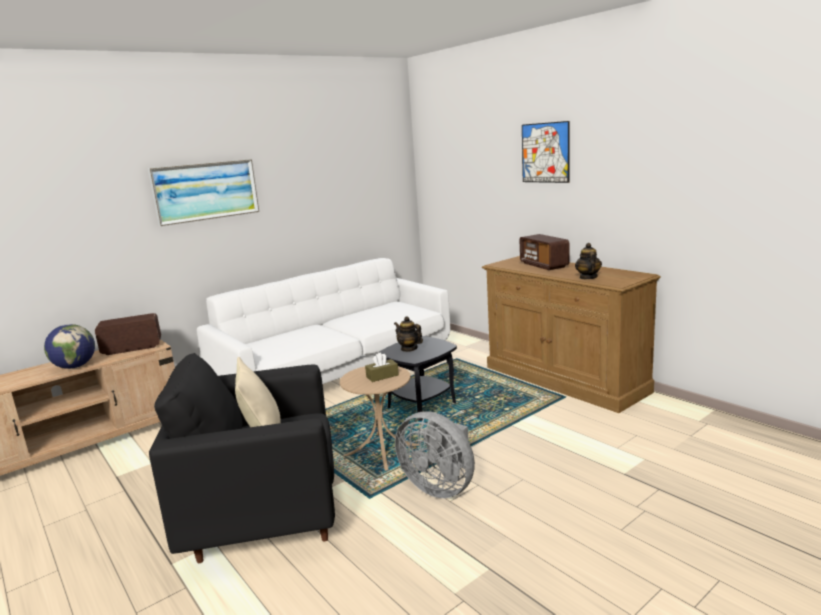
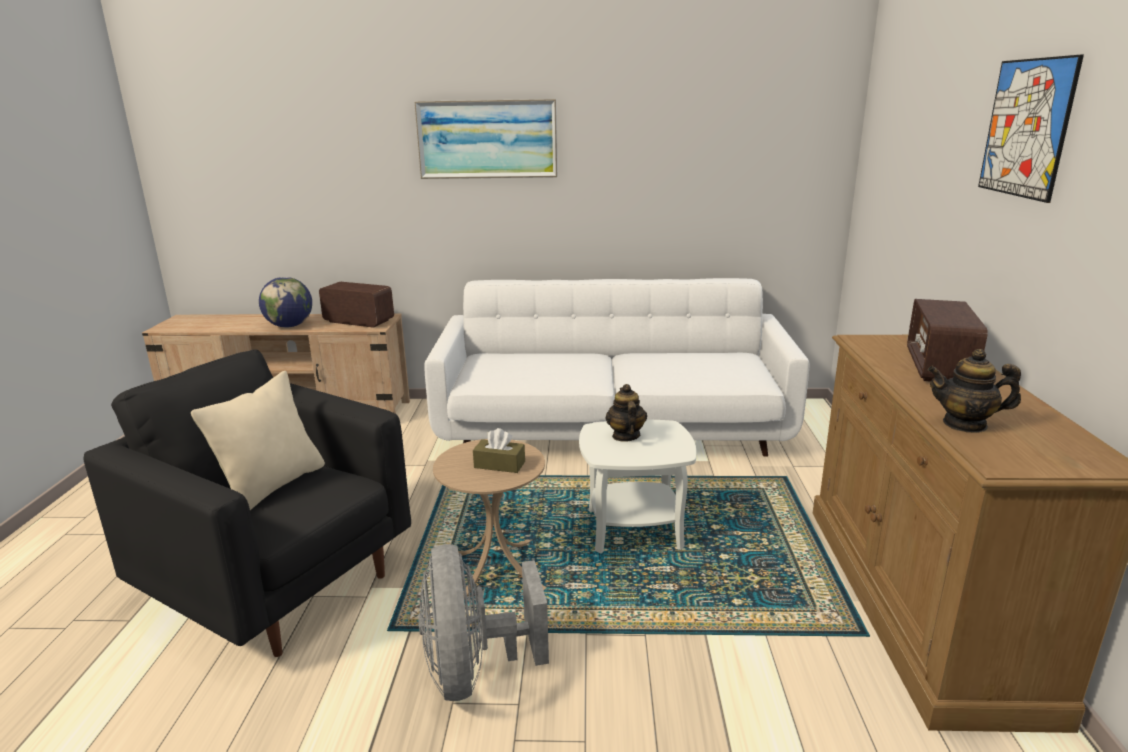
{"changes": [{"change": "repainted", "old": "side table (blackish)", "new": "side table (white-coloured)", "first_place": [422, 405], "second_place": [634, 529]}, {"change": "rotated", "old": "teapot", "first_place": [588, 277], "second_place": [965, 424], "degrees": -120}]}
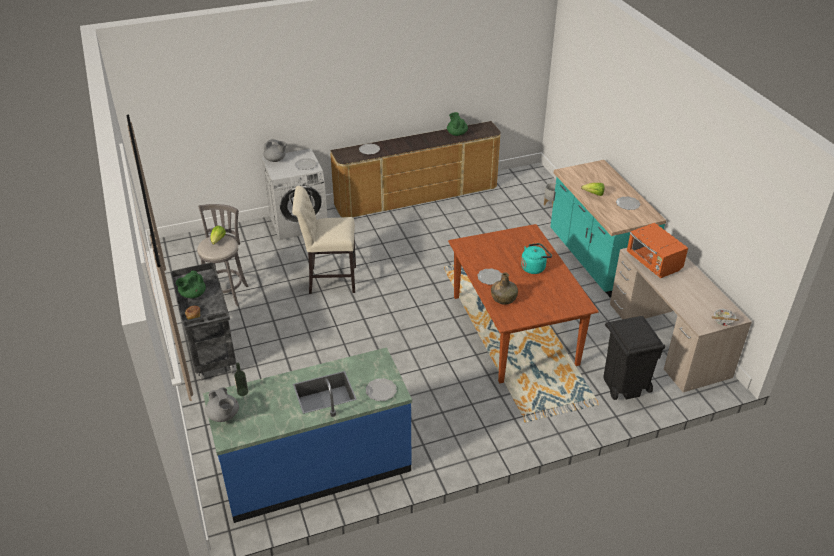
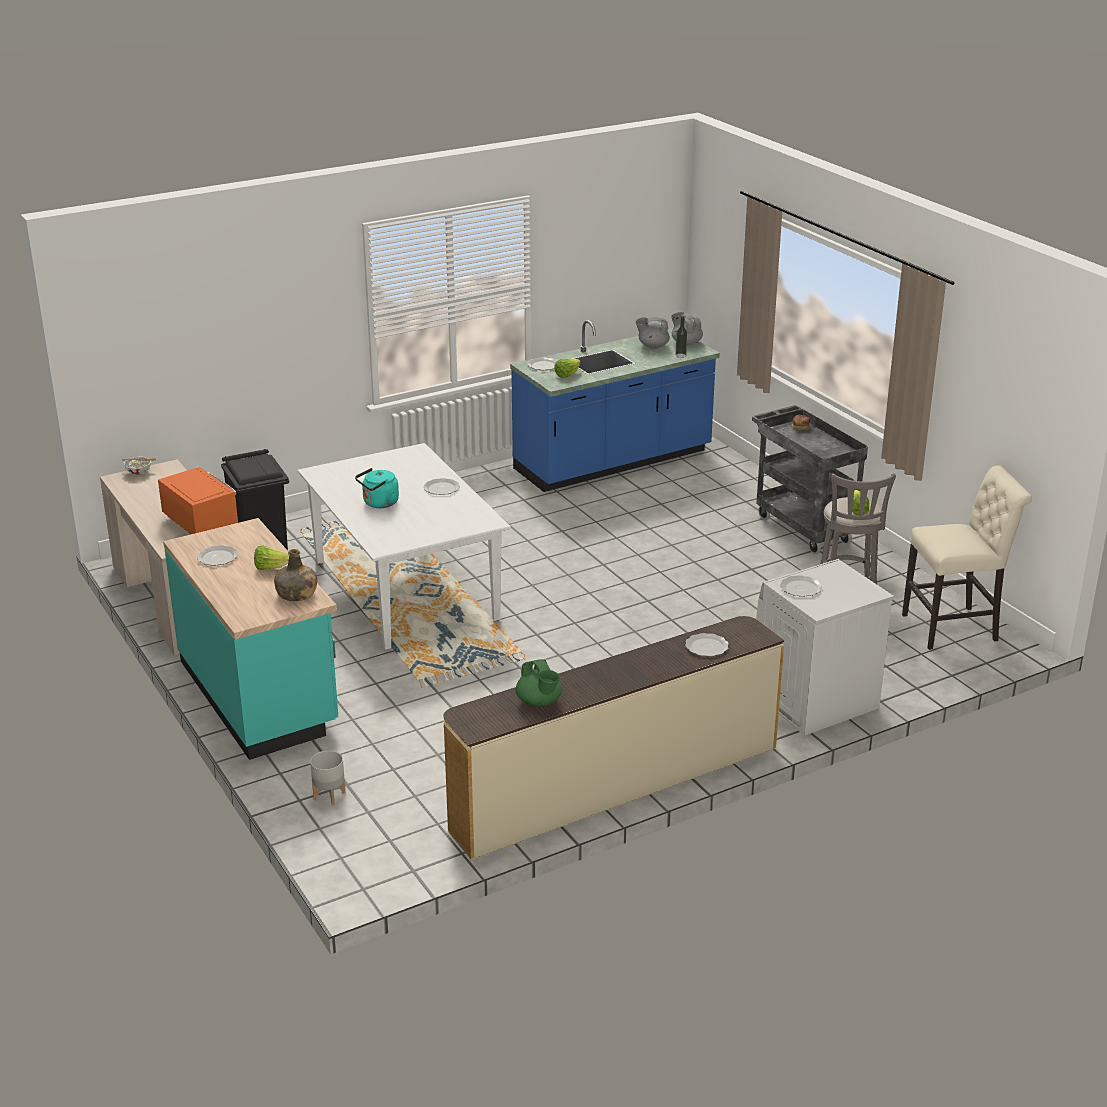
{"changes": [{"change": "gone", "old": "teapot (greenish)", "first_place": [192, 295]}, {"change": "shifted", "old": "teapot (greyish)", "first_place": [275, 160], "second_place": [652, 346]}, {"change": "shifted", "old": "stool seat (sand-coloured)", "first_place": [329, 280], "second_place": [955, 628]}, {"change": "repainted", "old": "dinner table (brownish)", "new": "dinner table (white-coloured)", "first_place": [514, 329], "second_place": [404, 589]}, {"change": "shifted", "old": "bottle (greenish)", "first_place": [503, 298], "second_place": [296, 594]}, {"change": "new", "new": "lettuce", "second_place": [567, 375]}]}
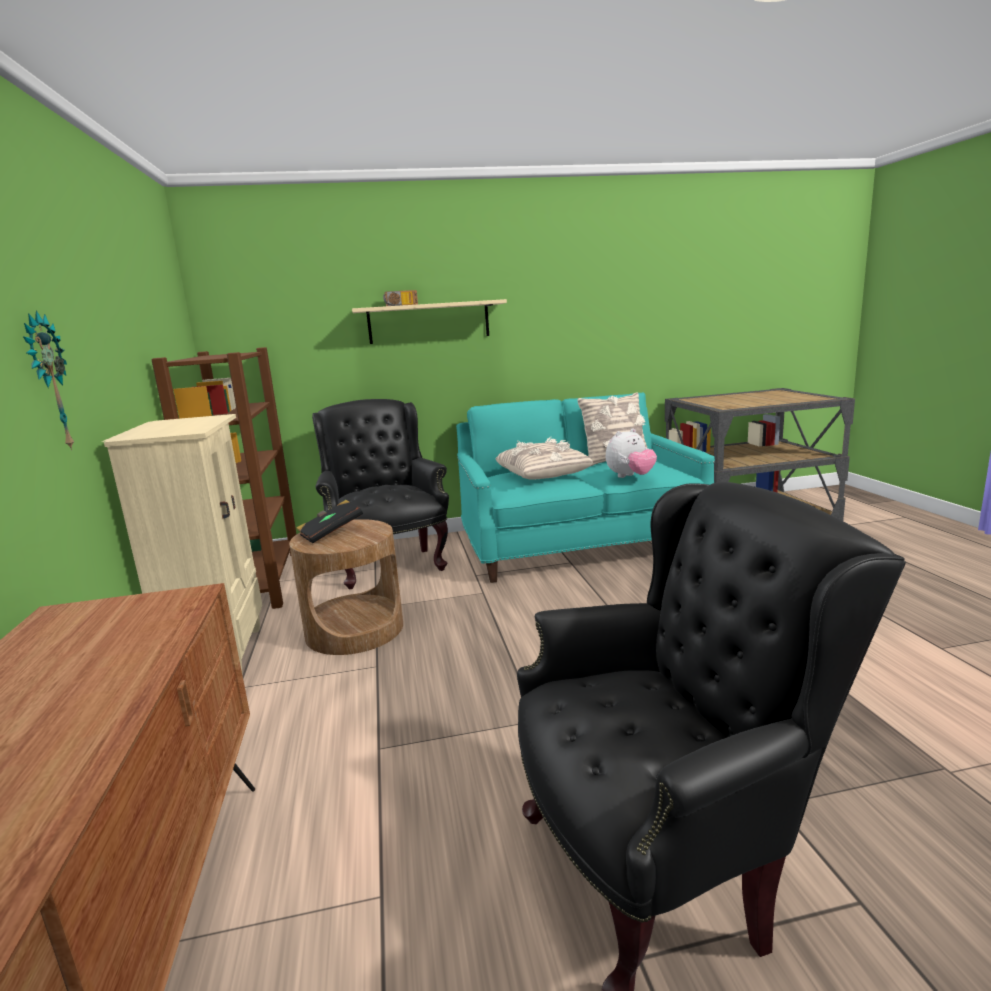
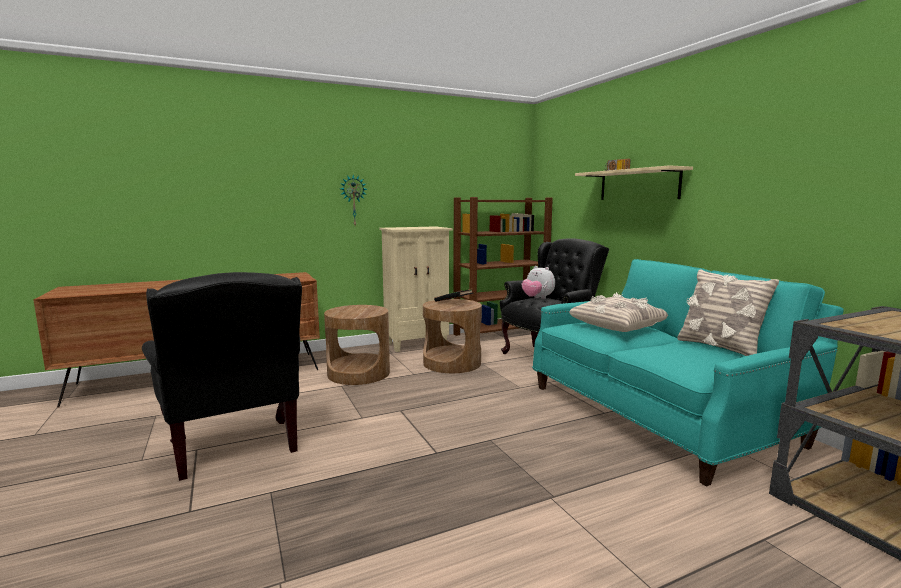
{"changes": [{"change": "shifted", "old": "plush toy", "first_place": [630, 477], "second_place": [537, 298]}, {"change": "new", "new": "side table (brownish)", "second_place": [359, 373]}]}
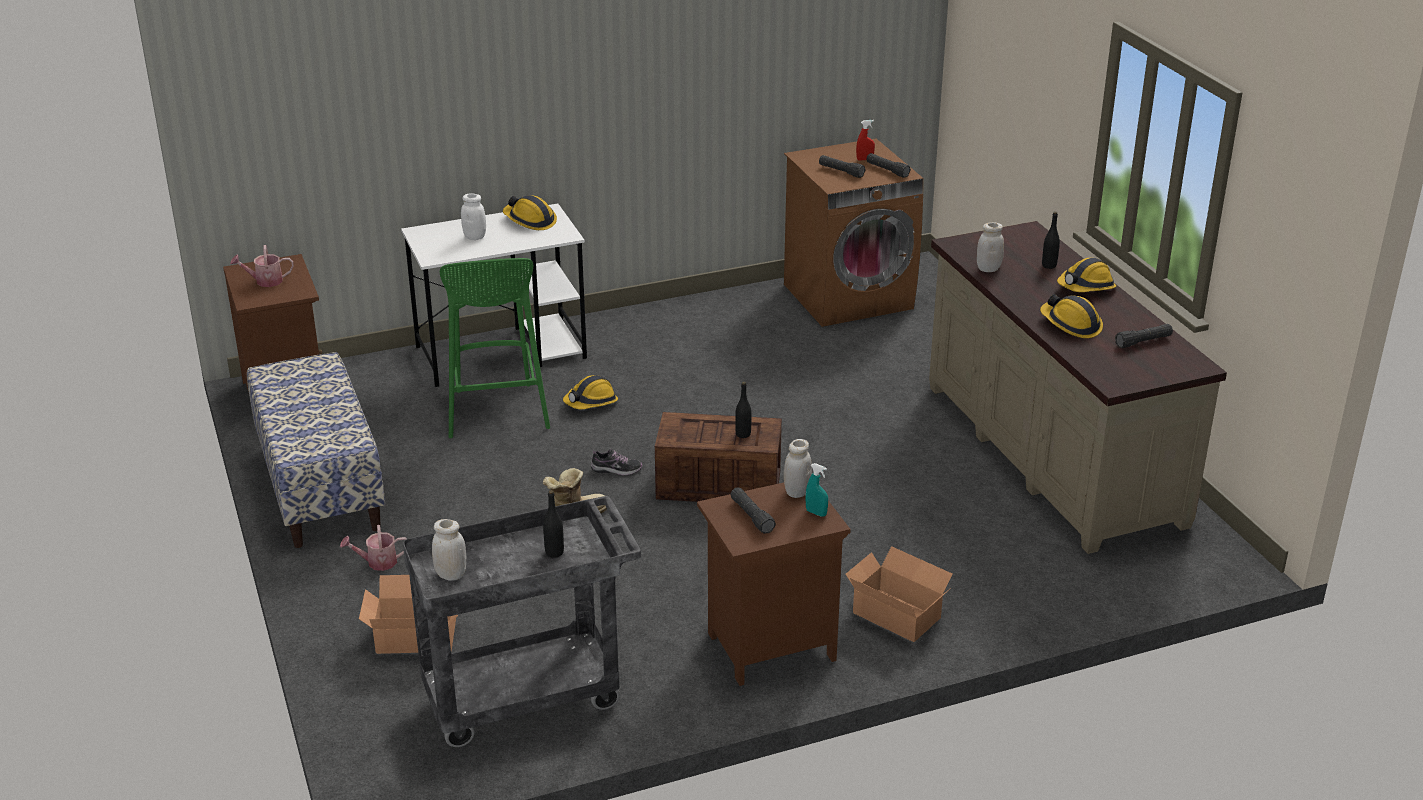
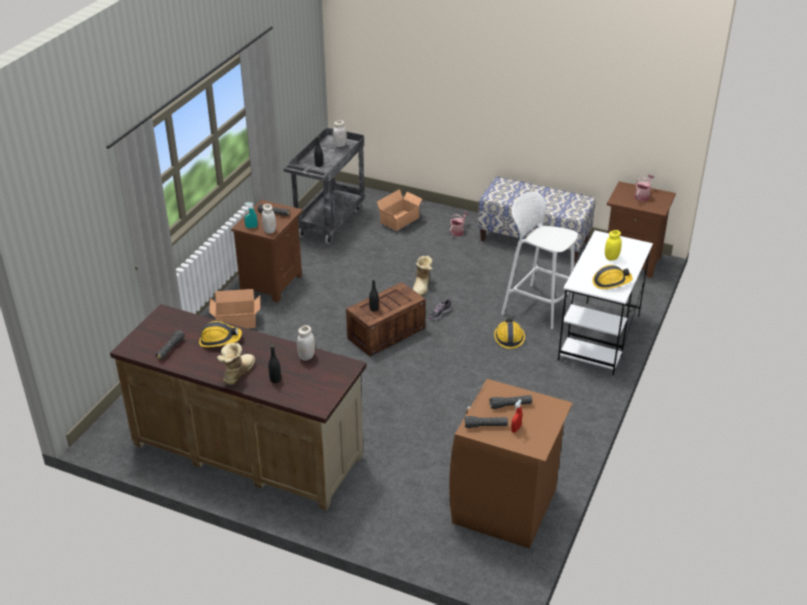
{"changes": [{"change": "repainted", "old": "stool seat (greenish)", "new": "stool seat (white-coloured)", "first_place": [496, 412], "second_place": [537, 307]}, {"change": "repainted", "old": "preserve jar (white-coloured)", "new": "preserve jar (yellow)", "first_place": [474, 237], "second_place": [611, 257]}, {"change": "swapped", "old": "safety helmet", "new": "boot", "first_place": [1086, 287], "second_place": [237, 373]}]}
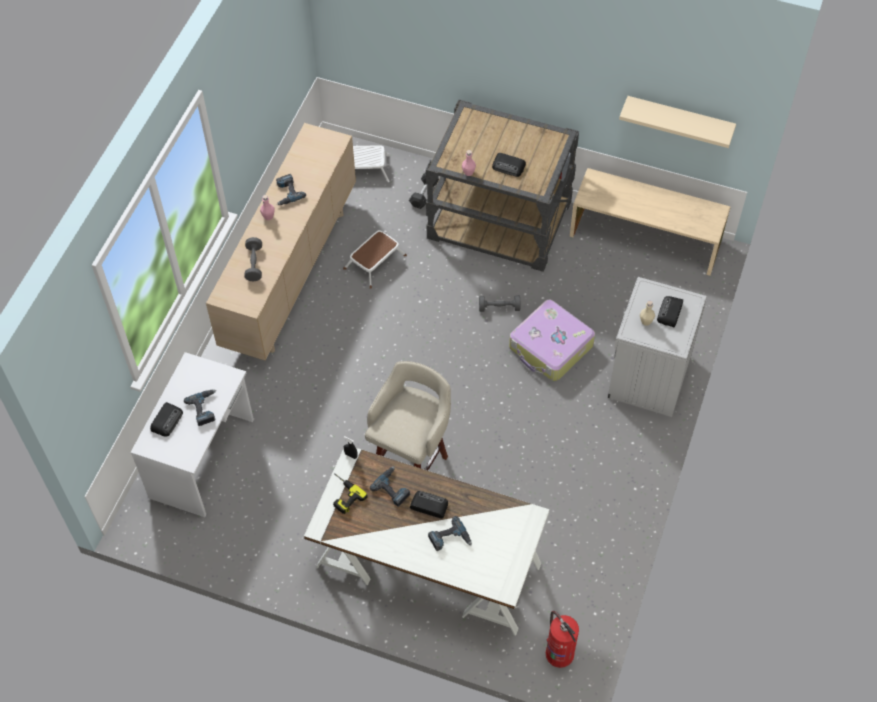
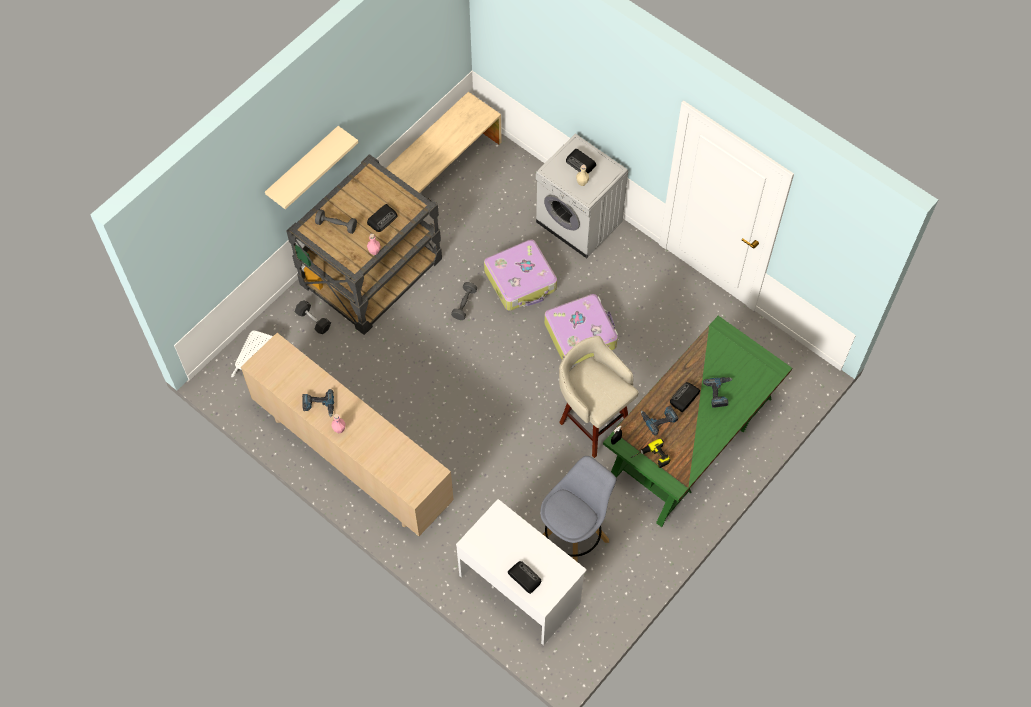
{"changes": [{"change": "gone", "old": "drill", "first_place": [204, 408]}, {"change": "shifted", "old": "dumbbell (greyish)", "first_place": [254, 264], "second_place": [336, 225]}, {"change": "repainted", "old": "desk unit (white-coloured)", "new": "desk unit (greenish)", "first_place": [427, 566], "second_place": [690, 442]}, {"change": "gone", "old": "step stool (brownish)", "first_place": [374, 262]}, {"change": "gone", "old": "fire extinguisher", "first_place": [559, 652]}, {"change": "shifted", "old": "bracket shelf (sand-coloured)", "first_place": [679, 119], "second_place": [303, 166]}, {"change": "new", "new": "stool seat (greyish)", "second_place": [573, 541]}, {"change": "new", "new": "travel case", "second_place": [580, 334]}]}
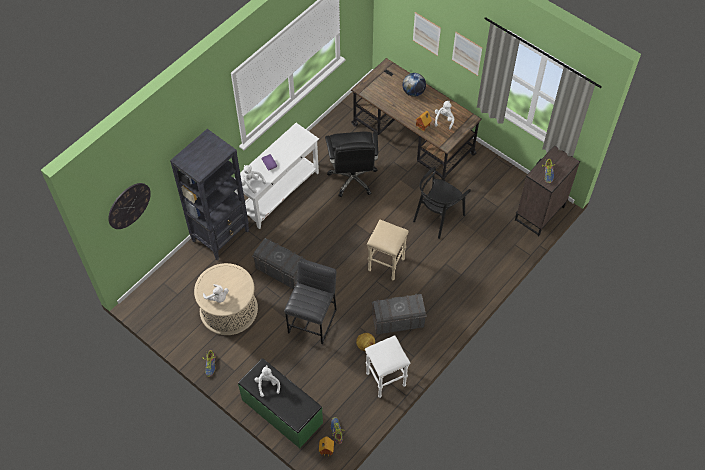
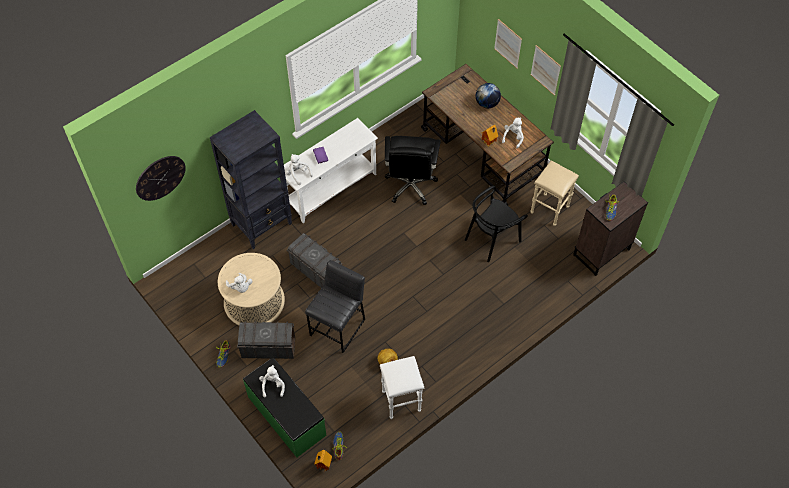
{"changes": [{"change": "shifted", "old": "stool seat (sand-coloured)", "first_place": [386, 265], "second_place": [550, 210]}, {"change": "shifted", "old": "storage bin (greyish)", "first_place": [397, 321], "second_place": [268, 348]}]}
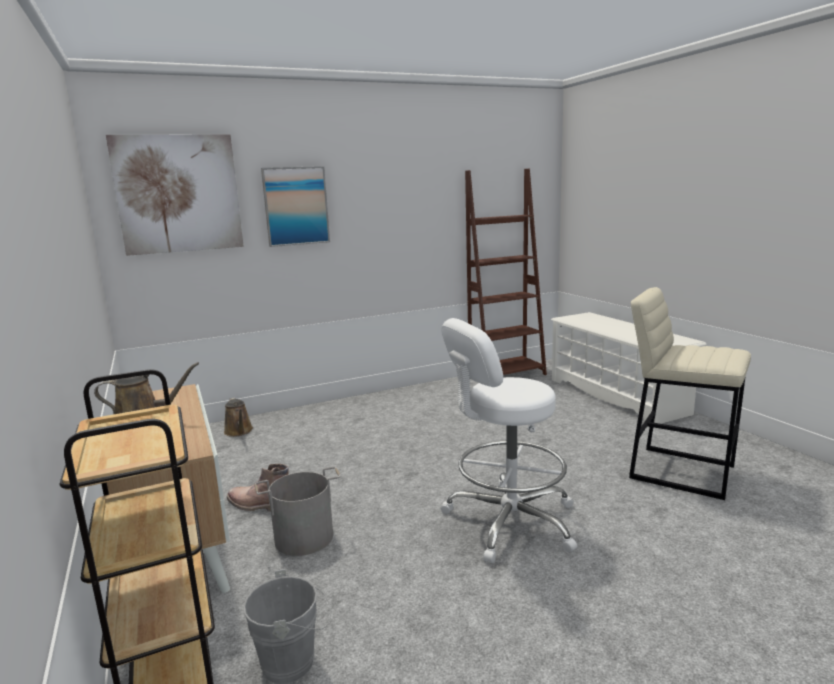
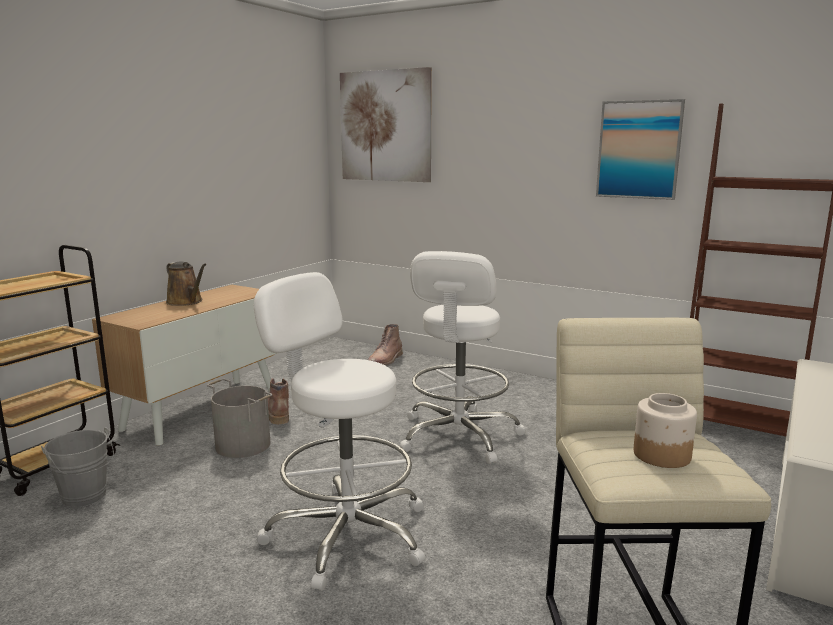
{"changes": [{"change": "swapped", "old": "watering can (brownish)", "new": "boot (brownish)", "first_place": [239, 431], "second_place": [385, 361]}, {"change": "shifted", "old": "wall picture", "first_place": [296, 206], "second_place": [639, 150]}, {"change": "new", "new": "stool seat (white-coloured)", "second_place": [458, 436]}, {"change": "new", "new": "preserve jar", "second_place": [661, 455]}]}
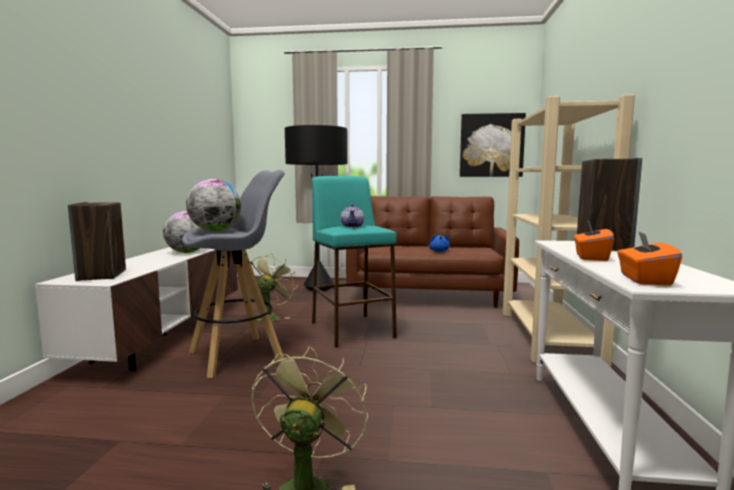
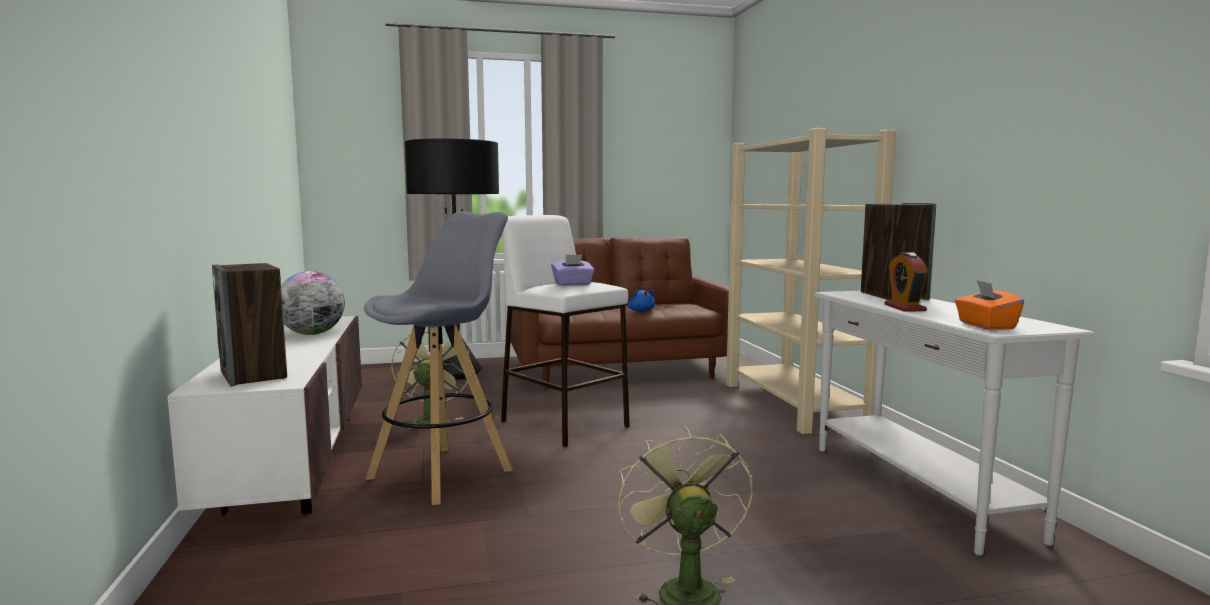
{"changes": [{"change": "gone", "old": "world globe", "first_place": [215, 231]}, {"change": "repainted", "old": "stool seat (turquoise)", "new": "stool seat (white-coloured)", "first_place": [352, 330], "second_place": [563, 423]}, {"change": "swapped", "old": "teapot", "new": "tissue box (purplish)", "first_place": [352, 226], "second_place": [573, 284]}, {"change": "gone", "old": "wall picture", "first_place": [491, 145]}, {"change": "swapped", "old": "tissue box (orangey)", "new": "bedside clock", "first_place": [590, 257], "second_place": [904, 308]}]}
